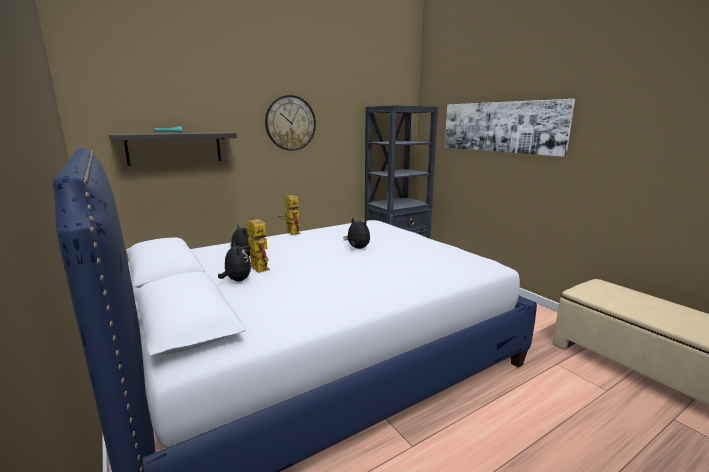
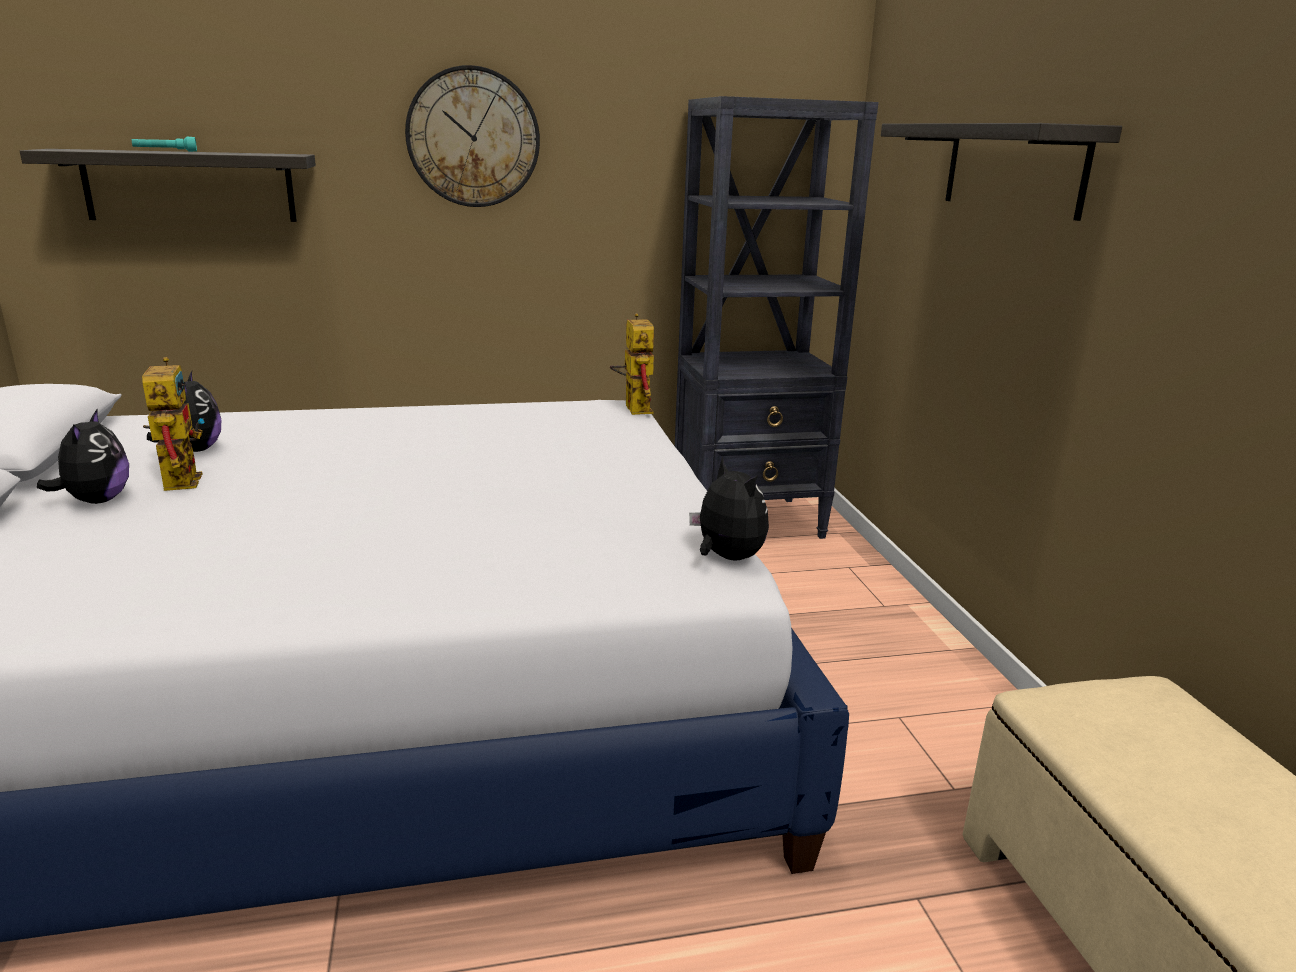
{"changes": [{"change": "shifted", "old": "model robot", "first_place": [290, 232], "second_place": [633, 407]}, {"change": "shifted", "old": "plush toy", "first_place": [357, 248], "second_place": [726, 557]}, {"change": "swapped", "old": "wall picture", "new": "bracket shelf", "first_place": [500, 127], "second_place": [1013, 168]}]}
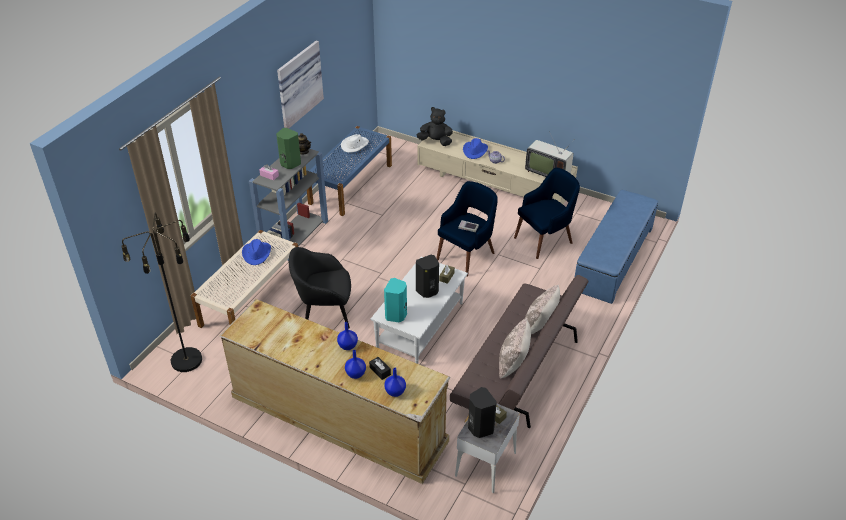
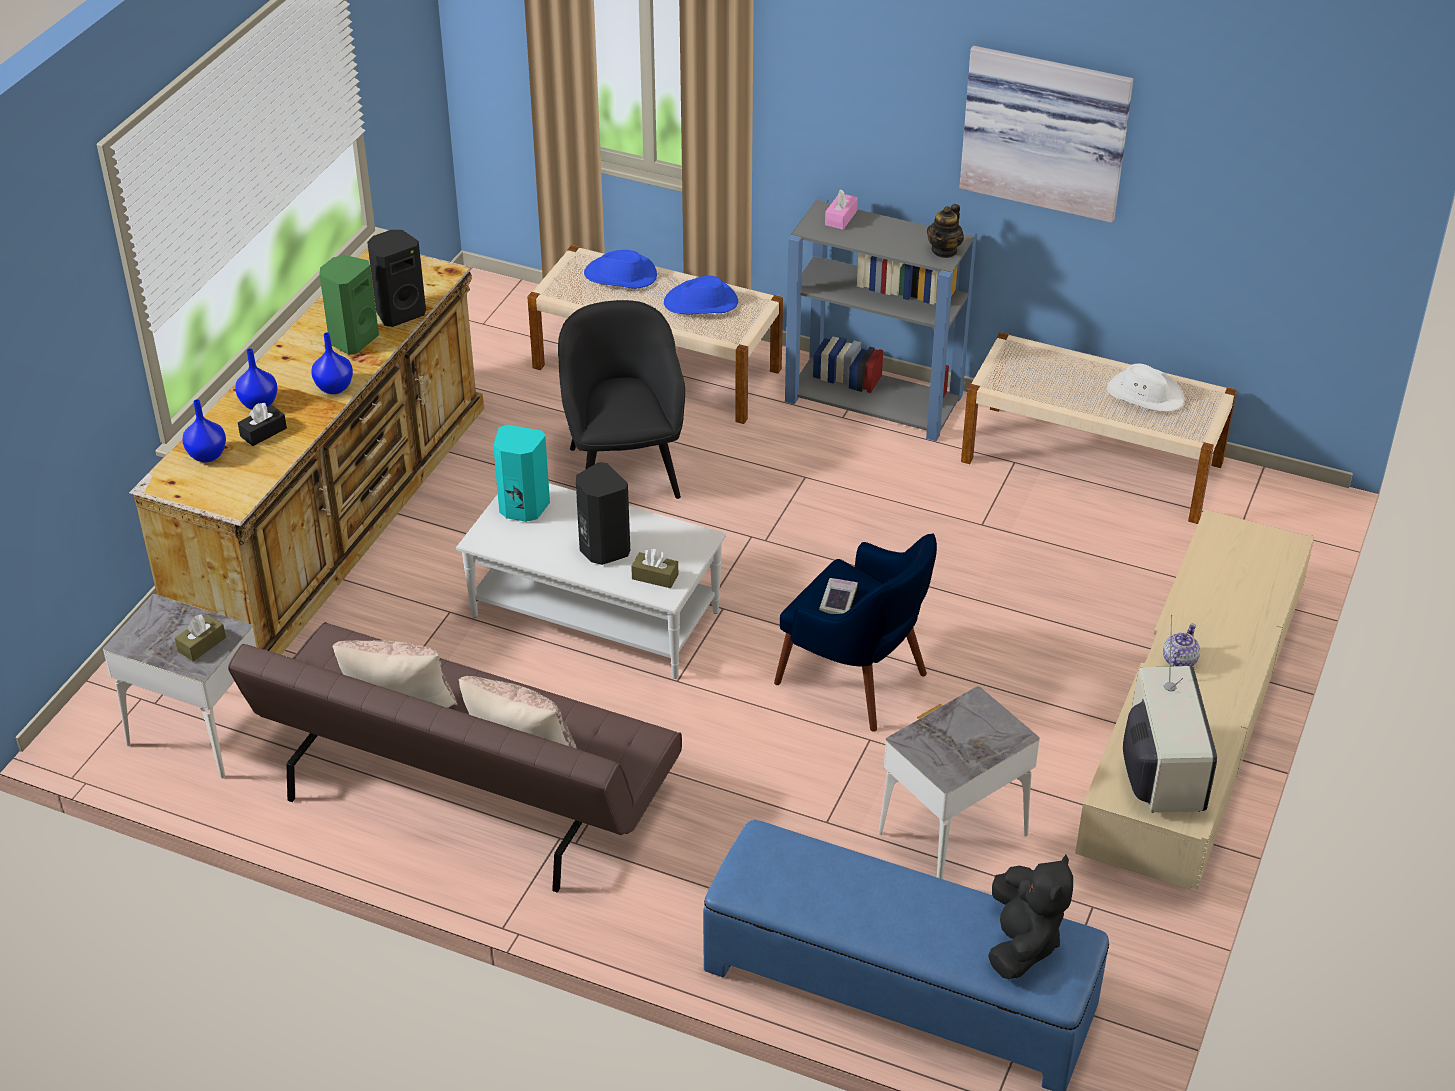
{"changes": [{"change": "gone", "old": "floor lamp", "first_place": [187, 361]}, {"change": "shifted", "old": "audio speaker (greenish)", "first_place": [289, 164], "second_place": [352, 340]}, {"change": "repainted", "old": "long seat (blue)", "new": "long seat (sand-coloured)", "first_place": [350, 184], "second_place": [1092, 461]}, {"change": "shifted", "old": "plush toy (blackish)", "first_place": [435, 141], "second_place": [1022, 943]}, {"change": "shifted", "old": "wearable hat (blue)", "first_place": [475, 151], "second_place": [621, 276]}, {"change": "shifted", "old": "audio speaker (blackish)", "first_place": [479, 428], "second_place": [399, 313]}, {"change": "swapped", "old": "lounge chair (blue)", "new": "side table", "first_place": [544, 240], "second_place": [950, 833]}, {"change": "rotated", "old": "TV", "first_place": [548, 172], "second_place": [1159, 772], "degrees": 150}]}
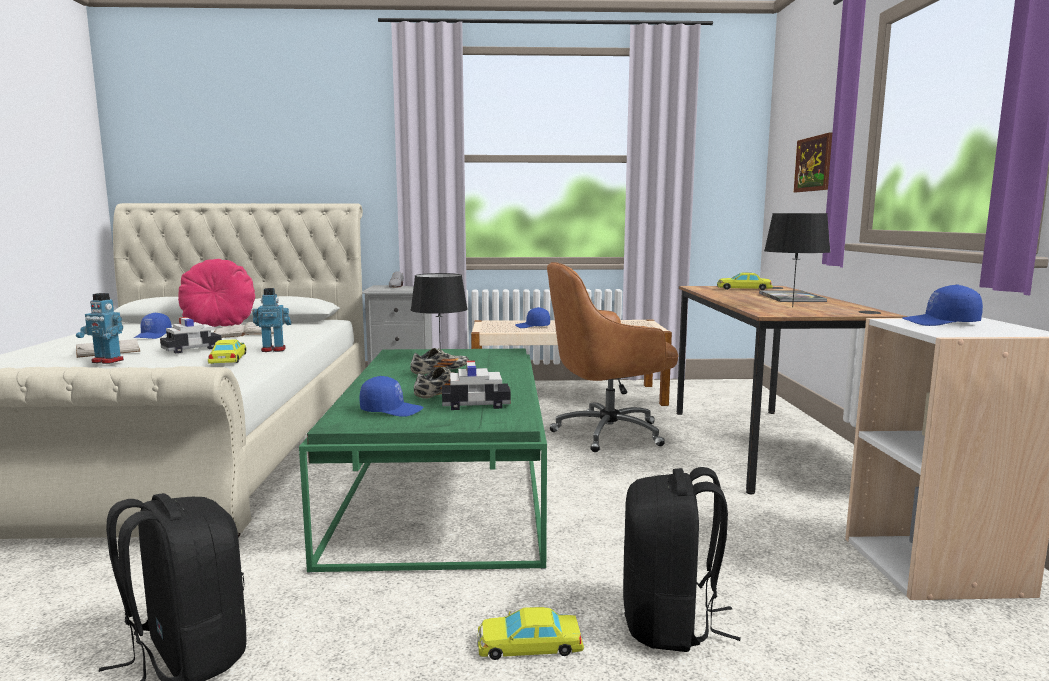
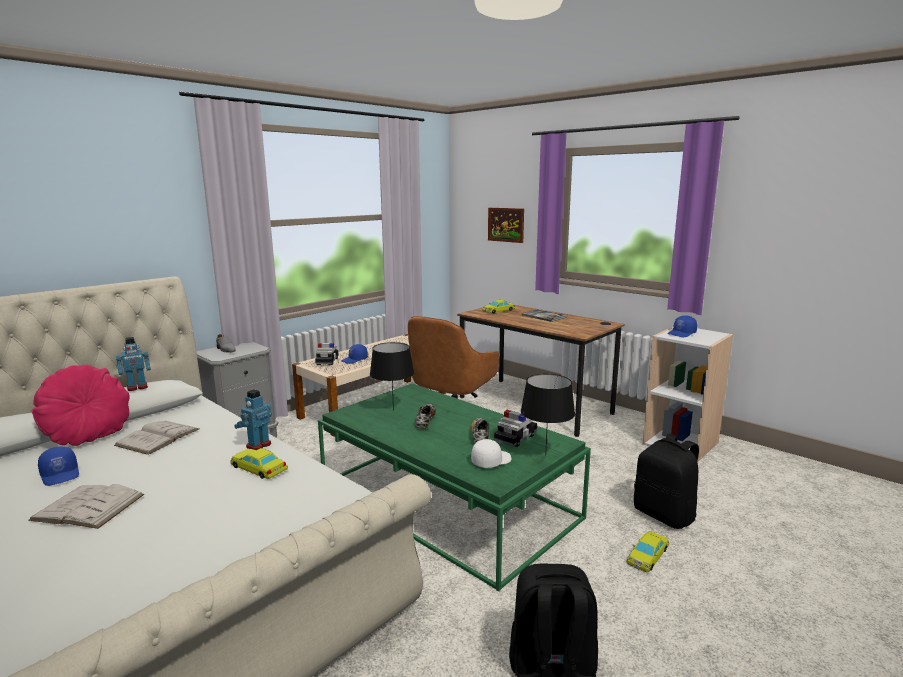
{"changes": [{"change": "shifted", "old": "model robot", "first_place": [107, 361], "second_place": [137, 387]}, {"change": "shifted", "old": "toy car", "first_place": [192, 349], "second_place": [327, 361]}, {"change": "repainted", "old": "baseball cap (blue)", "new": "baseball cap (white-coloured)", "first_place": [391, 410], "second_place": [491, 461]}, {"change": "shifted", "old": "tabletop lamp (blackish)", "first_place": [793, 307], "second_place": [546, 456]}]}
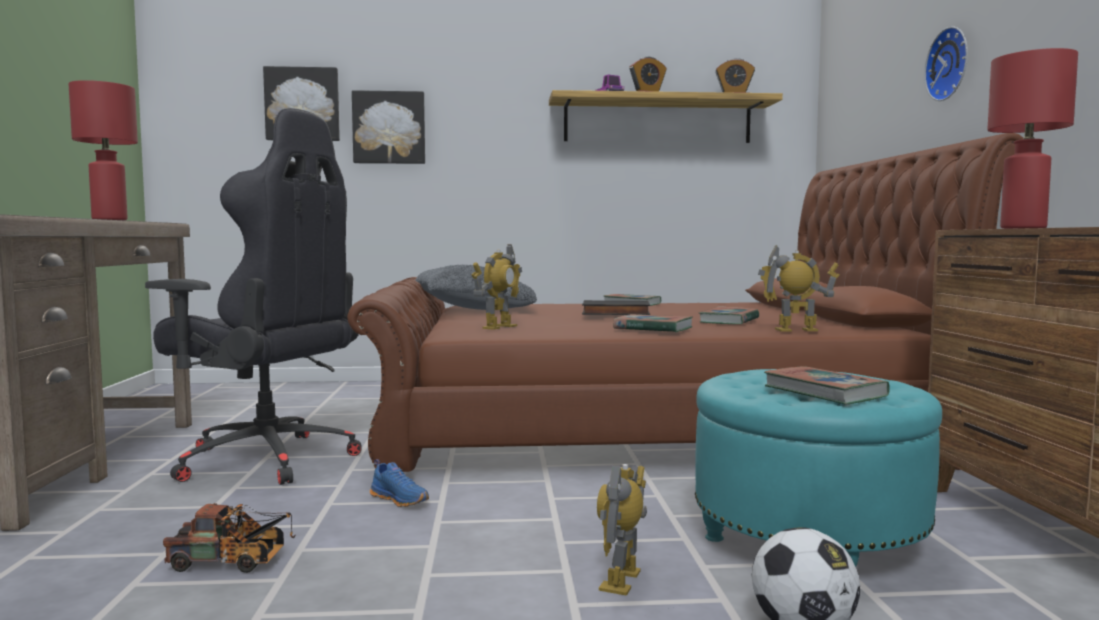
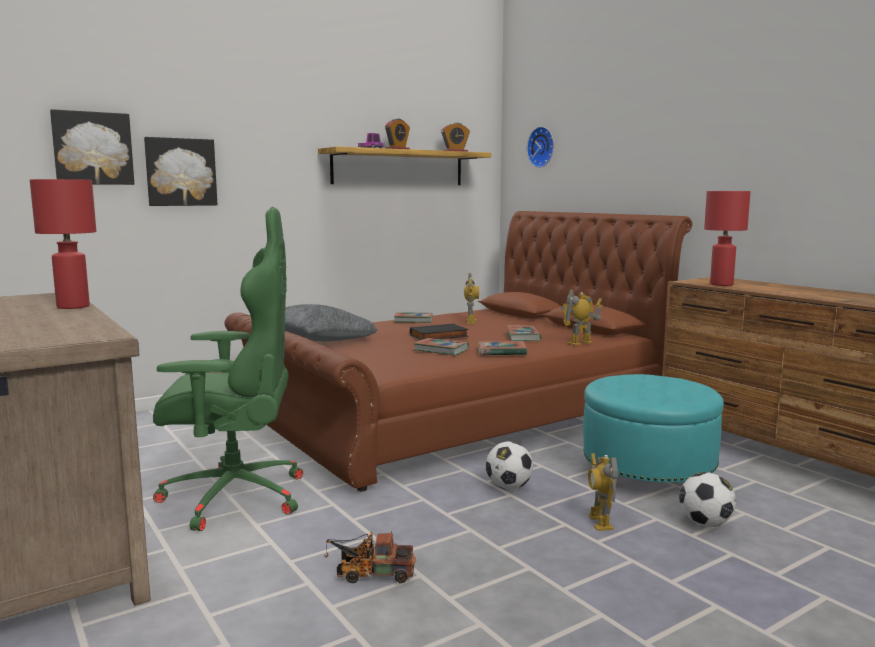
{"changes": [{"change": "repainted", "old": "desk chair (blackish)", "new": "desk chair (greenish)", "first_place": [265, 459], "second_place": [232, 497]}, {"change": "rotated", "old": "toy truck", "first_place": [233, 562], "second_place": [370, 574], "degrees": -150}, {"change": "gone", "old": "low shoe (blue)", "first_place": [400, 500]}, {"change": "shifted", "old": "model robot", "first_place": [499, 327], "second_place": [471, 321]}, {"change": "shifted", "old": "volume", "first_place": [824, 392], "second_place": [441, 350]}, {"change": "shifted", "old": "hanging clock", "first_place": [951, 64], "second_place": [542, 147]}, {"change": "new", "new": "football ball", "second_place": [508, 487]}]}
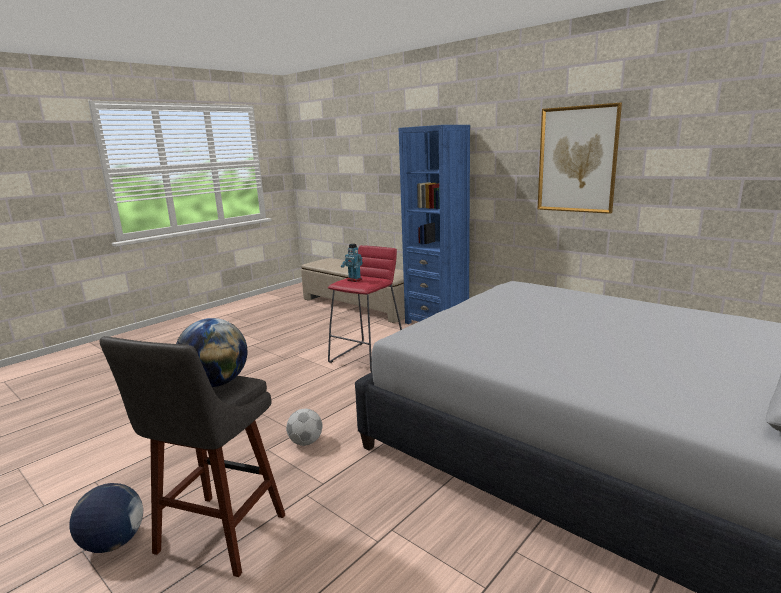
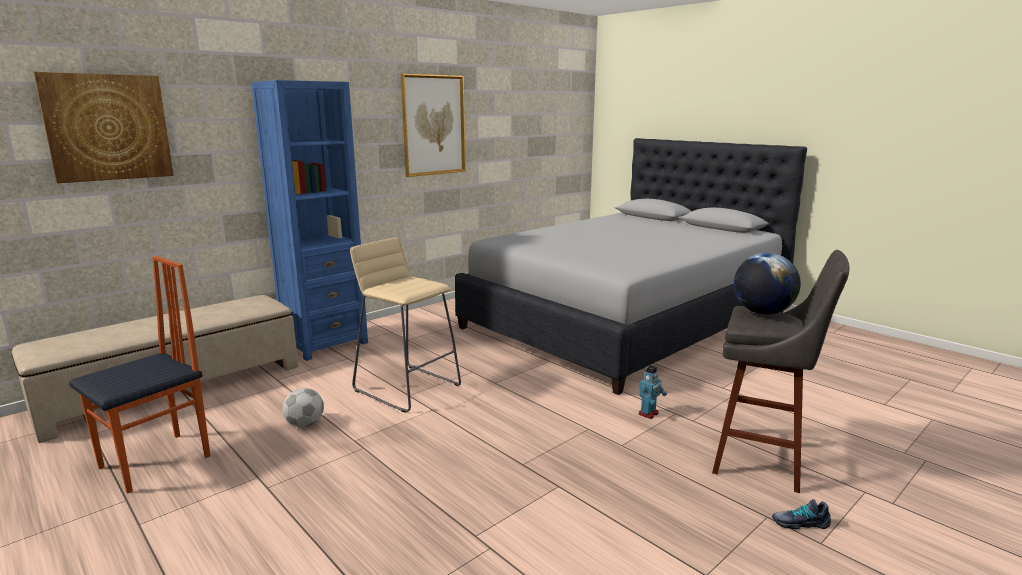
{"changes": [{"change": "swapped", "old": "world globe", "new": "low shoe", "first_place": [113, 543], "second_place": [800, 523]}, {"change": "shifted", "old": "football ball", "first_place": [305, 442], "second_place": [305, 425]}, {"change": "repainted", "old": "stool seat (red)", "new": "stool seat (sand-coloured)", "first_place": [368, 357], "second_place": [407, 387]}, {"change": "shifted", "old": "model robot", "first_place": [354, 280], "second_place": [649, 413]}, {"change": "new", "new": "wall picture", "second_place": [108, 127]}, {"change": "new", "new": "upright chair", "second_place": [157, 462]}]}
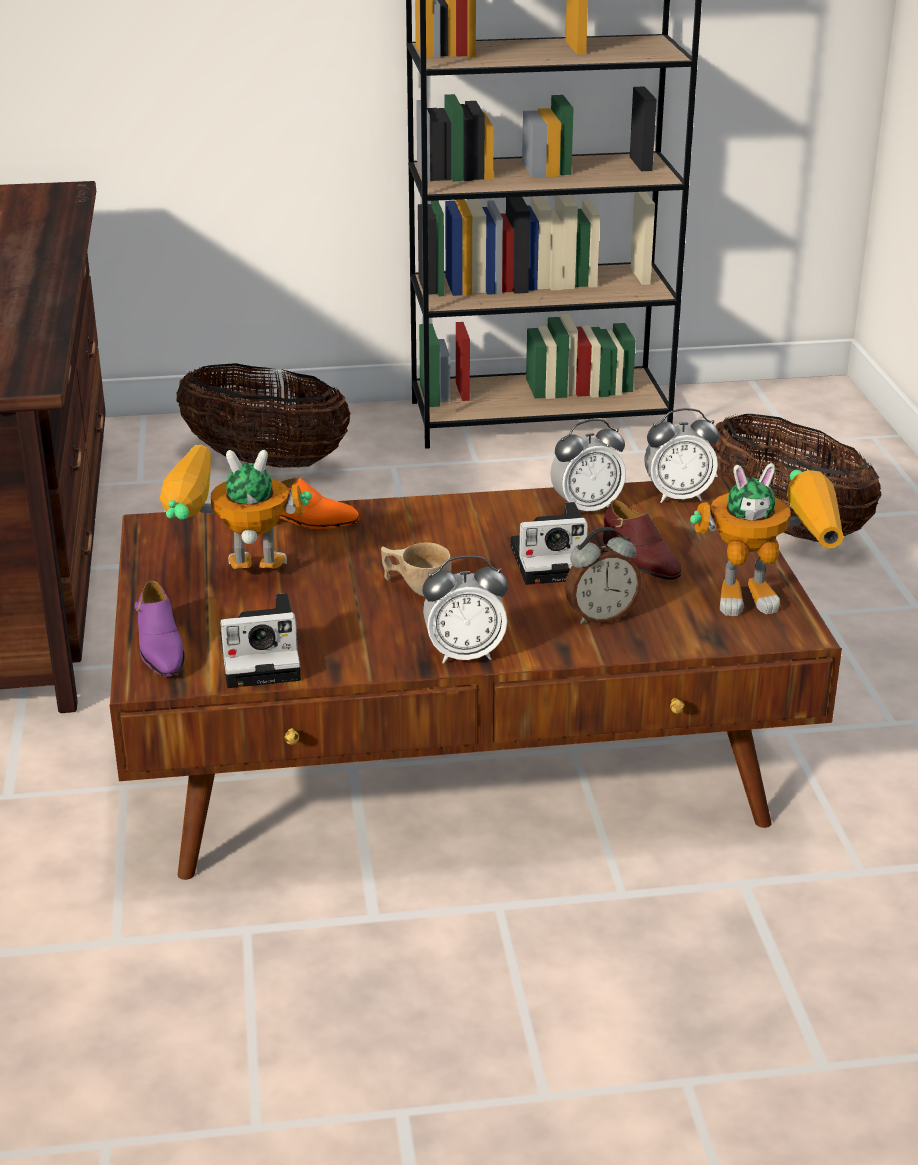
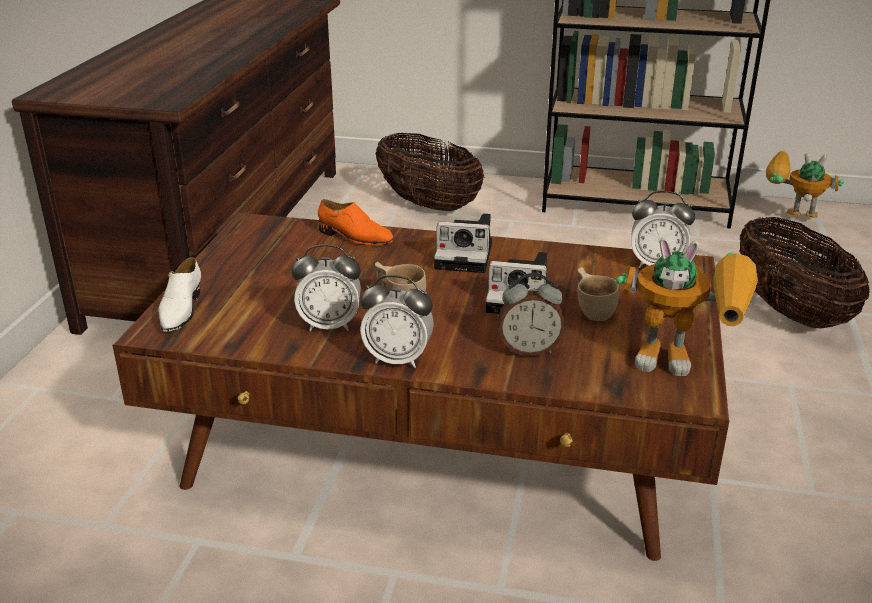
{"changes": [{"change": "repainted", "old": "low shoe (purplish)", "new": "low shoe (white-coloured)", "first_place": [160, 649], "second_place": [180, 310]}, {"change": "shifted", "old": "model robot", "first_place": [231, 576], "second_place": [788, 219]}, {"change": "shifted", "old": "photo camera", "first_place": [264, 659], "second_place": [466, 256]}, {"change": "shifted", "old": "bedside clock", "first_place": [586, 508], "second_place": [330, 325]}, {"change": "swapped", "old": "low shoe (brownish)", "new": "cup (sand-coloured)", "first_place": [640, 559], "second_place": [592, 309]}]}
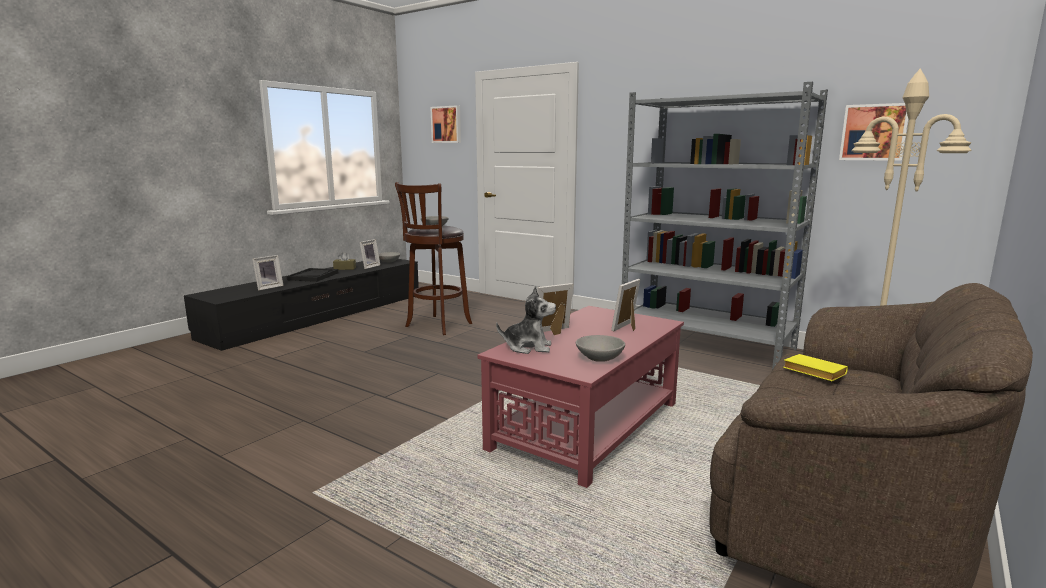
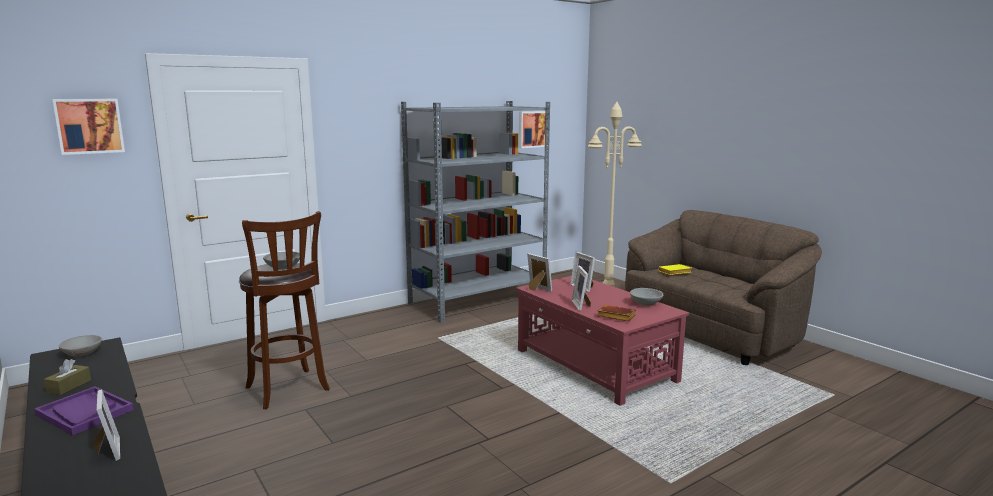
{"changes": [{"change": "repainted", "old": "serving tray (blackish)", "new": "serving tray (purplish)", "first_place": [313, 276], "second_place": [84, 412]}, {"change": "shifted", "old": "photo frame", "first_place": [369, 266], "second_place": [537, 289]}, {"change": "swapped", "old": "plush toy", "new": "volume (brownish)", "first_place": [528, 347], "second_place": [615, 316]}]}
